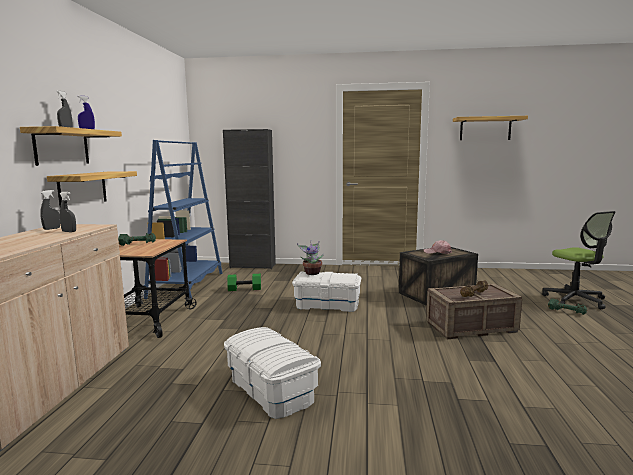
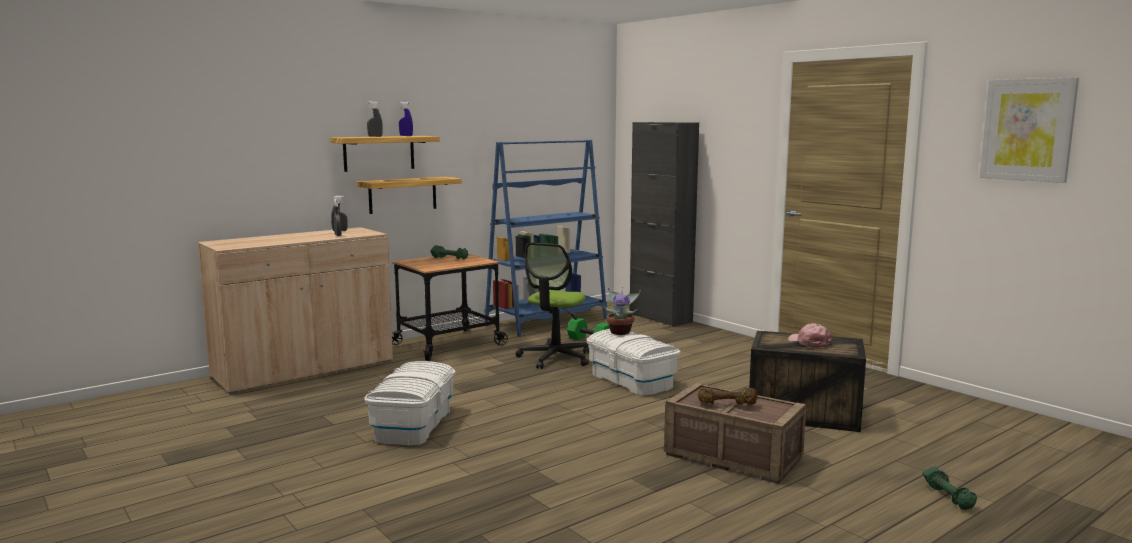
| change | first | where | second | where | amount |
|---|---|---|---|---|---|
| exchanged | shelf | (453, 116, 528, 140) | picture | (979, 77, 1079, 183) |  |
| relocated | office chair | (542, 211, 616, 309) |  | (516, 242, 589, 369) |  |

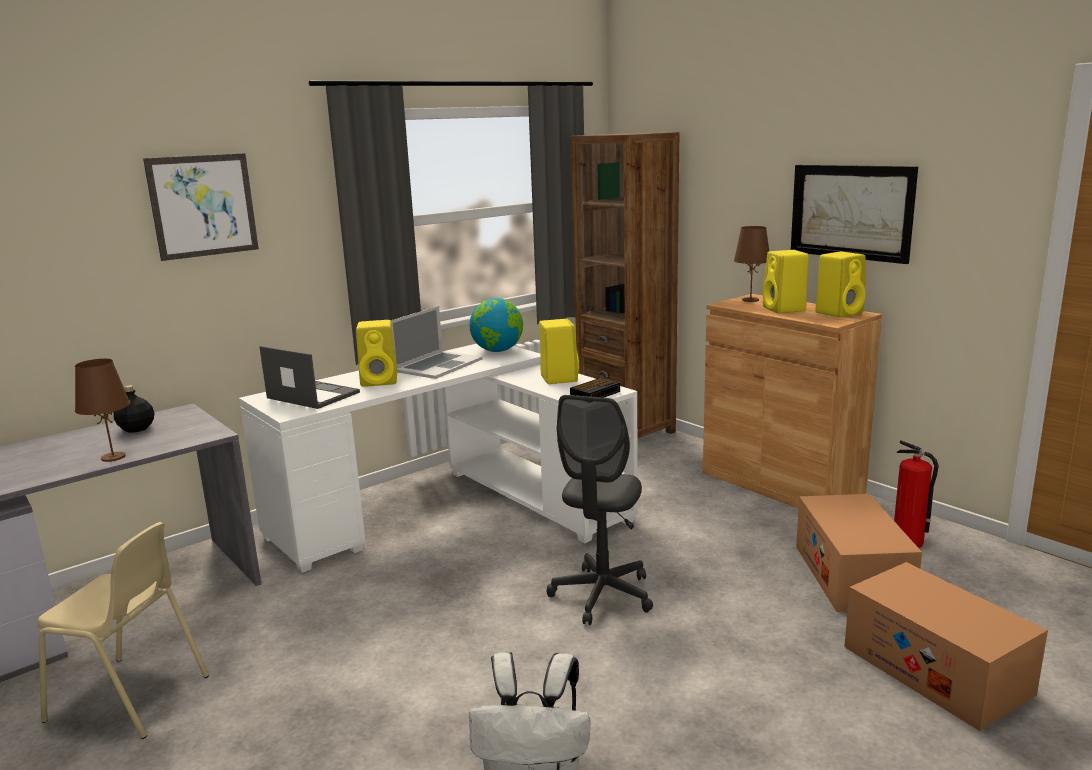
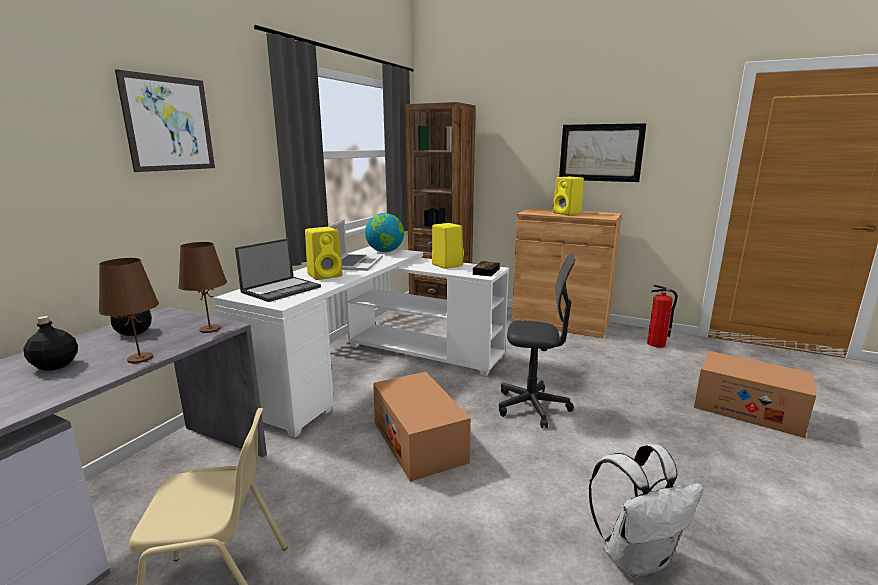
| change | first | where | second | where | amount |
|---|---|---|---|---|---|
| spun | laptop | (259, 346, 360, 409) |  | (235, 238, 321, 302) | 120 degrees clockwise |
| spun | office chair in grey | (547, 395, 653, 625) |  | (499, 253, 575, 428) | 75 degrees counterclockwise |
| relocated | table lamp in brown | (734, 226, 769, 302) |  | (178, 242, 227, 333) |  |
| relocated | cardboard box | (796, 494, 922, 612) |  | (373, 372, 471, 482) |  |
| missing | speaker in yellow | (815, 252, 866, 318) |  |  |  |
| appeared |  |  | bottle in black | (23, 316, 78, 371) |  |

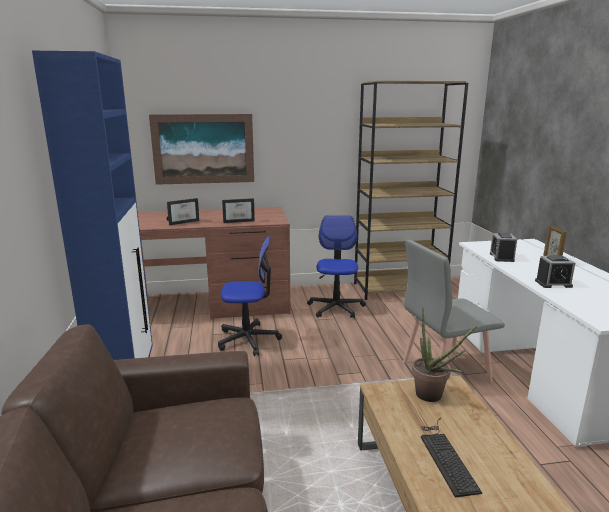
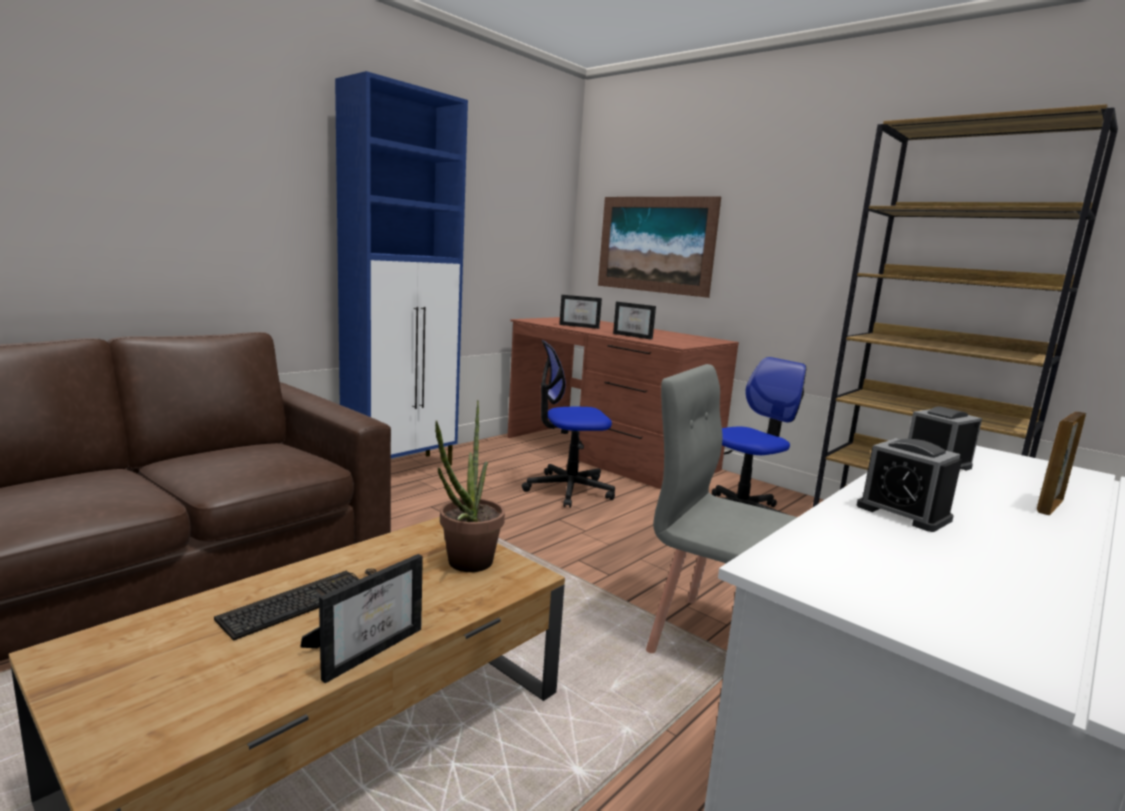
| change | first | where | second | where | amount |
|---|---|---|---|---|---|
| spun | office chair | (218, 236, 282, 356) |  | (522, 340, 615, 508) | 120 degrees clockwise |
| appeared |  |  | picture frame | (301, 554, 423, 683) |  |

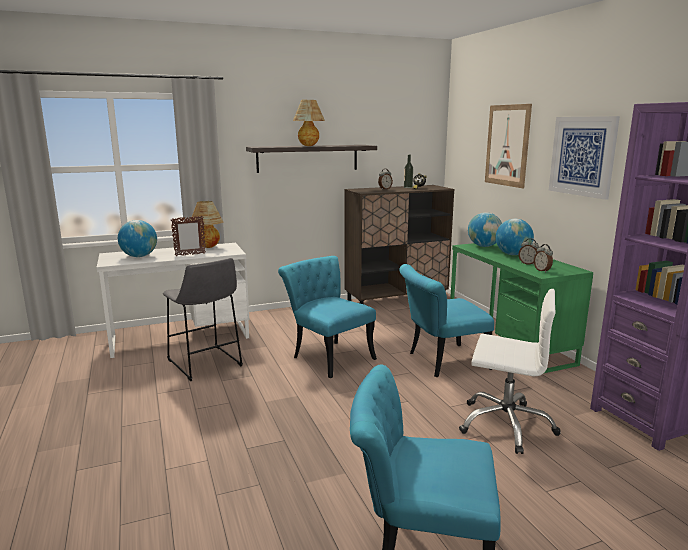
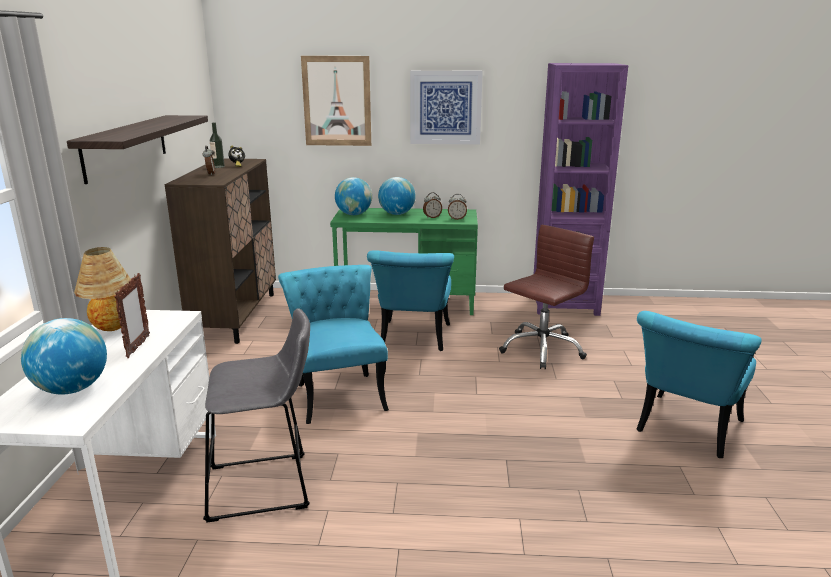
| change | first | where | second | where | amount |
|---|---|---|---|---|---|
| spun | chair in turquoise | (278, 256, 377, 378) |  | (278, 265, 389, 424) | 90 degrees clockwise |
| missing | table lamp | (293, 100, 325, 146) |  |  |  |
| colour | office chair in white | (459, 289, 561, 454) | office chair in brown | (499, 225, 594, 369) |  |

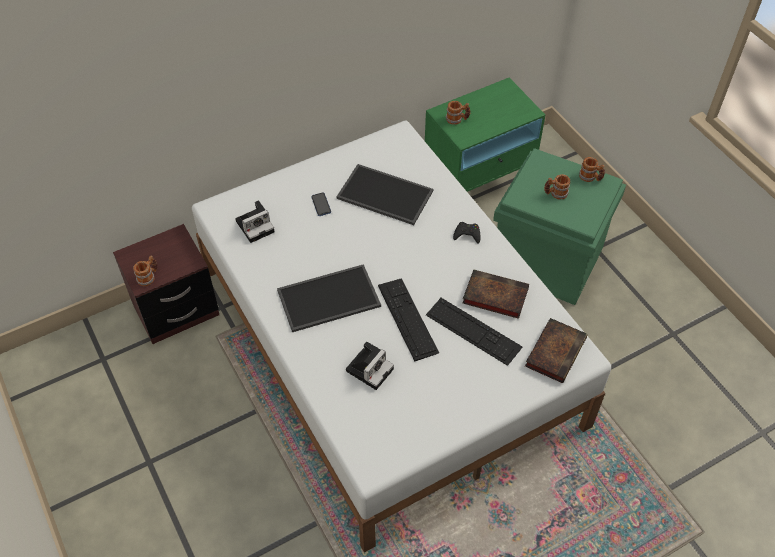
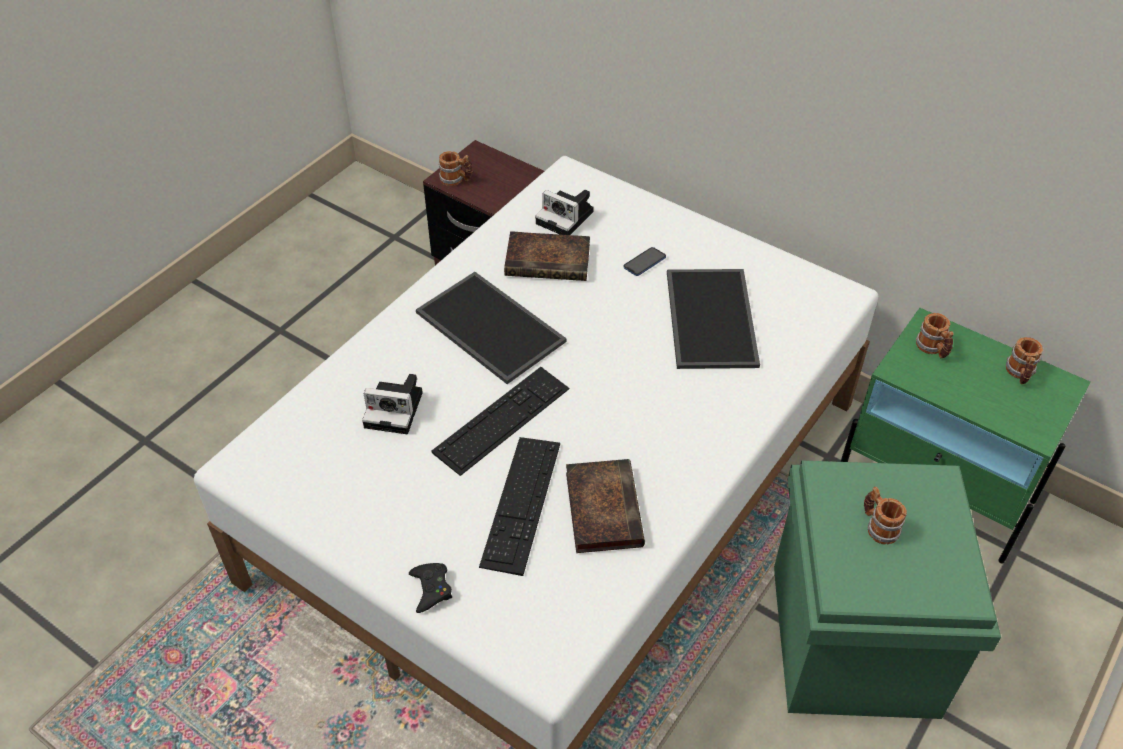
| change | first | where | second | where | amount |
|---|---|---|---|---|---|
| relocated | game controller in black | (453, 222, 480, 244) |  | (409, 563, 452, 613) |  |
| relocated | book | (525, 318, 587, 383) |  | (504, 231, 590, 281) |  |
| relocated | mug | (579, 157, 605, 182) |  | (1006, 337, 1043, 384) |  |

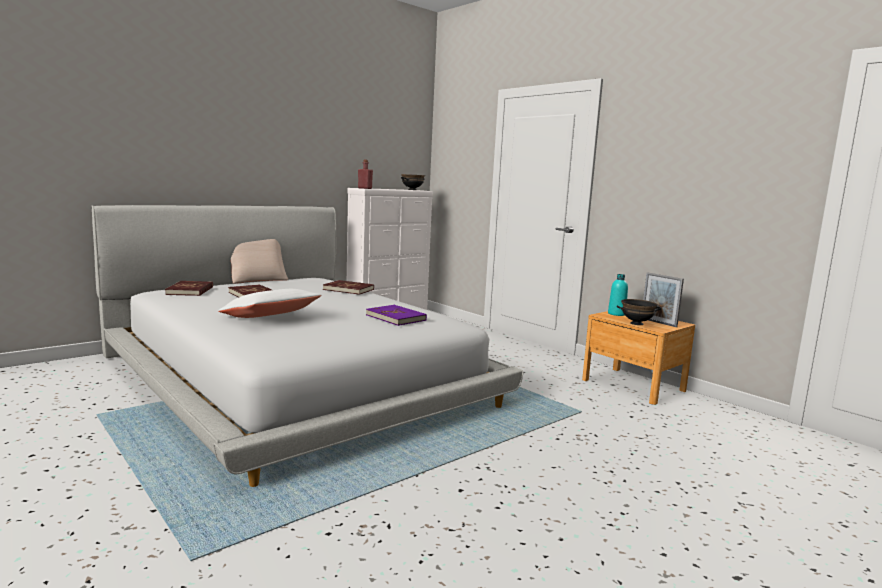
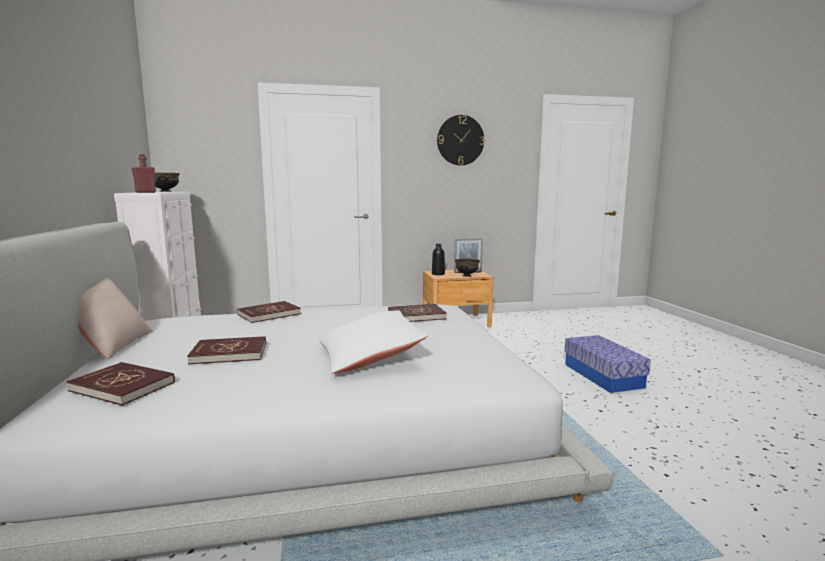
| change | first | where | second | where | amount |
|---|---|---|---|---|---|
| colour | book in purple | (366, 305, 427, 326) | book in red | (388, 304, 447, 322) |  |
| colour | bottle in turquoise | (608, 274, 628, 316) | bottle in black | (432, 244, 445, 275) |  |
| appeared |  |  | wall clock | (437, 115, 484, 165) |  |
| appeared |  |  | storage box | (564, 335, 651, 393) |  |

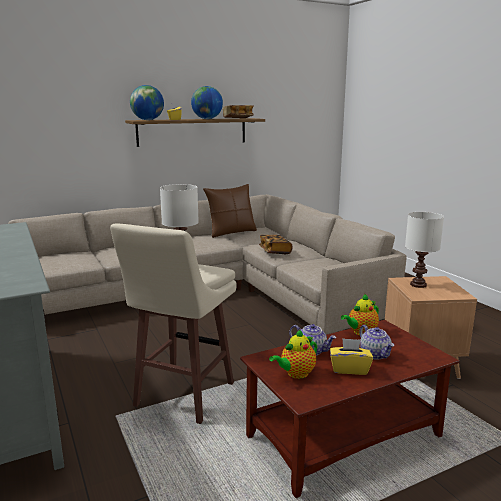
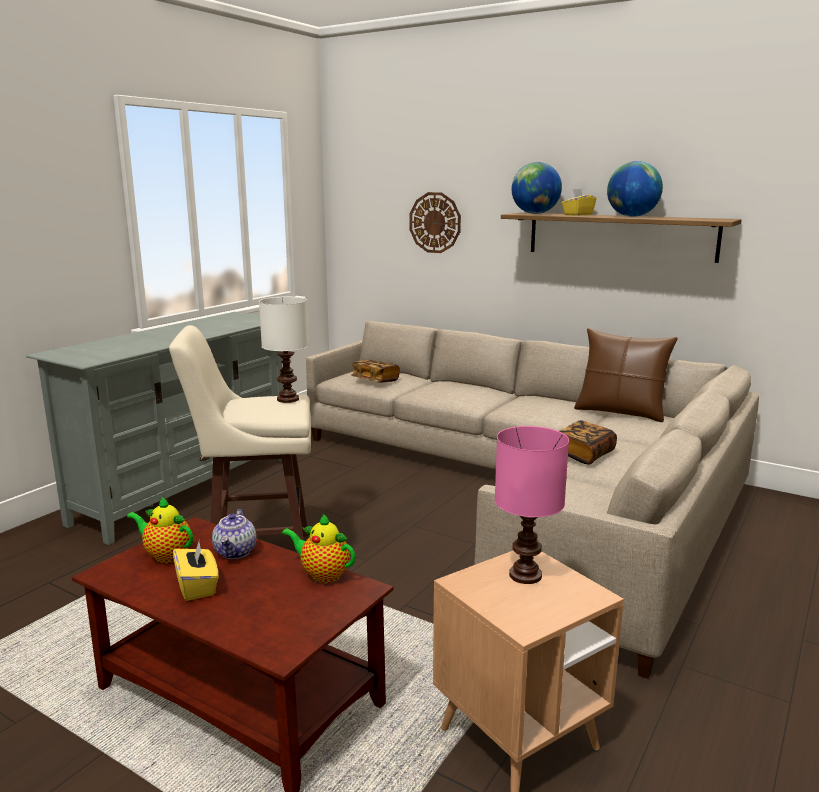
| change | first | where | second | where | amount |
|---|---|---|---|---|---|
| relocated | book | (223, 105, 254, 118) |  | (351, 360, 400, 383) |  |
| missing | teapot | (359, 325, 394, 360) |  |  |  |
| colour | table lamp in white | (405, 212, 444, 288) | table lamp in pink | (495, 426, 569, 584) |  |
| appeared |  |  | wall clock | (409, 192, 461, 253) |  |

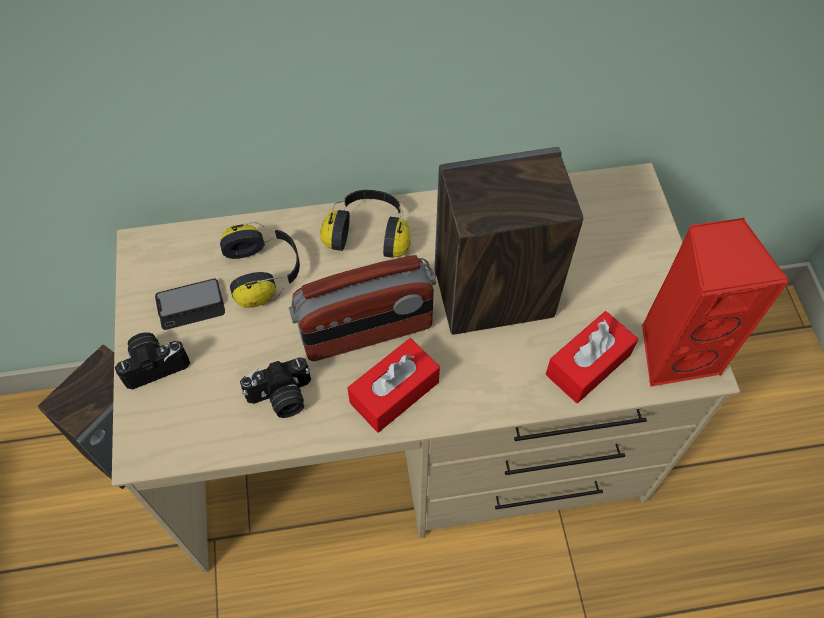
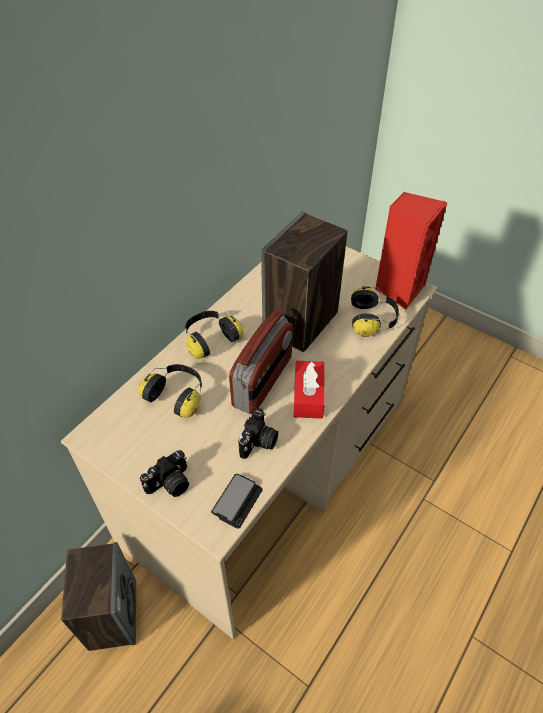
| change | first | where | second | where | amount |
|---|---|---|---|---|---|
| spun | photo camera | (115, 332, 190, 389) |  | (140, 450, 189, 497) | 150 degrees counterclockwise |
| relocated | phone | (155, 278, 225, 330) |  | (211, 474, 263, 528) |  |
| exchanged | tissue box in red | (546, 311, 638, 403) | headphones | (351, 286, 399, 337) |  |

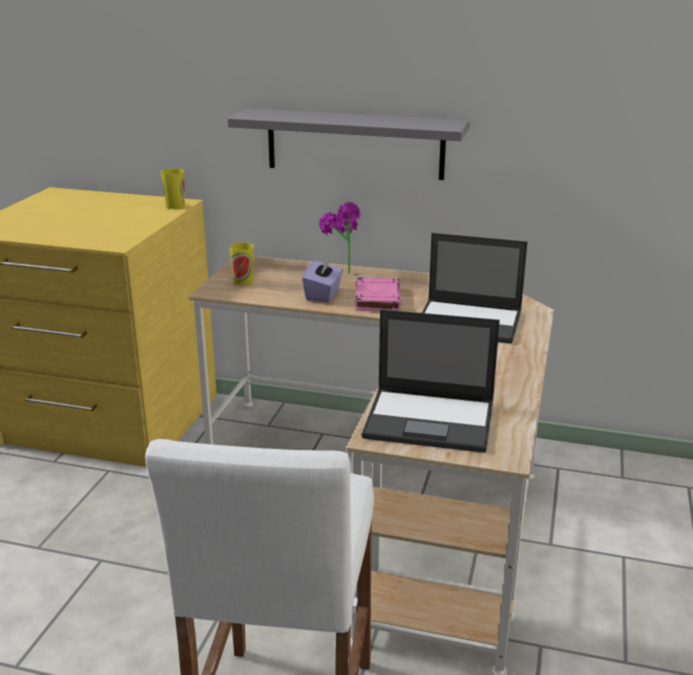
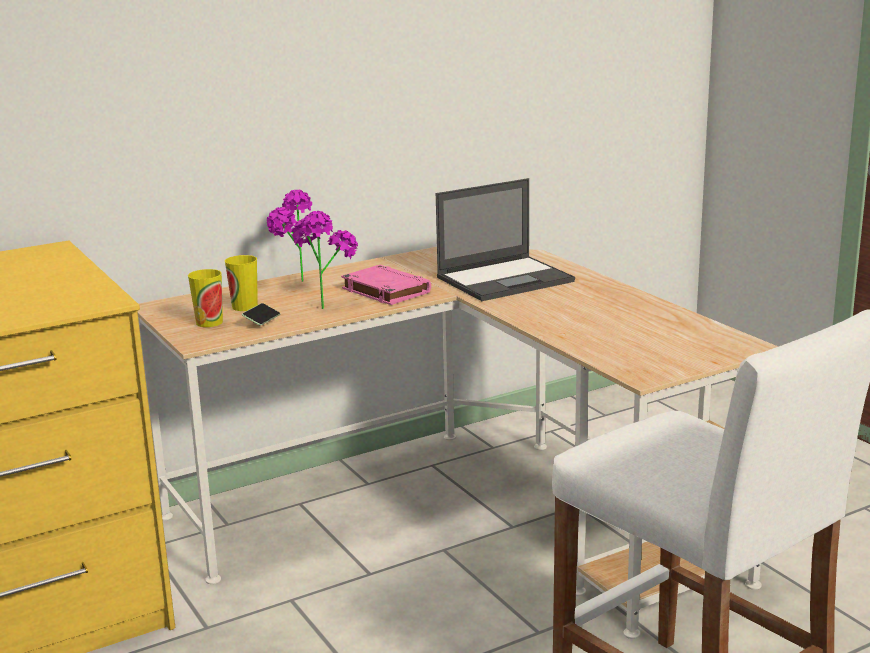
| change | first | where | second | where | amount |
|---|---|---|---|---|---|
| relocated | cup | (161, 168, 185, 209) |  | (225, 255, 258, 311) |  |
| missing | shelf in grey | (228, 108, 470, 180) |  |  |  |
| exchanged | tissue box in purple | (302, 257, 343, 302) | potted plant | (291, 211, 358, 309) |  |
| missing | laptop | (362, 309, 500, 453) |  |  |  |
| appeared |  |  | phone | (242, 303, 280, 326) |  |

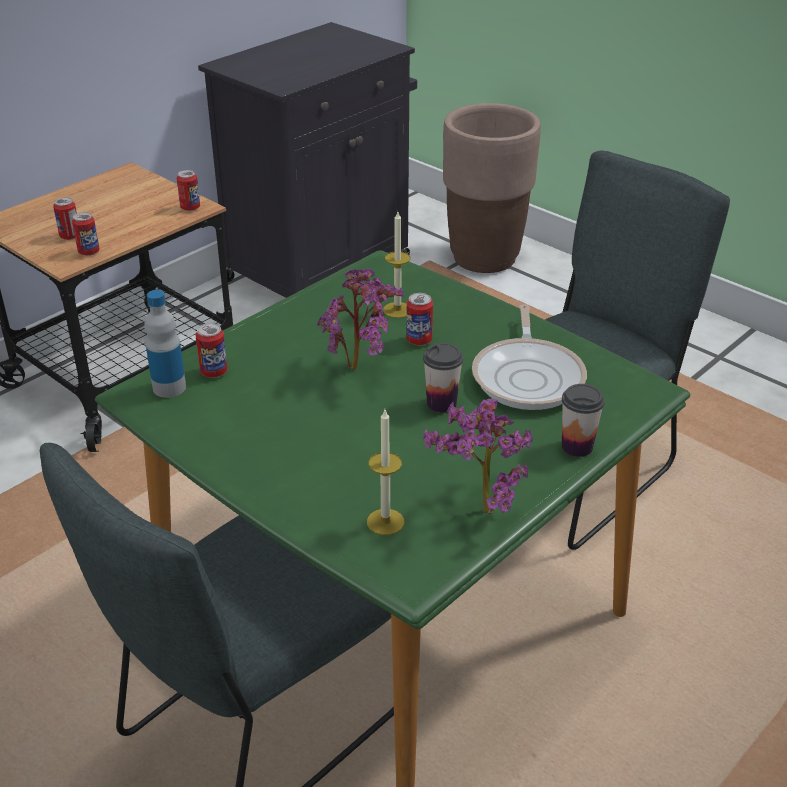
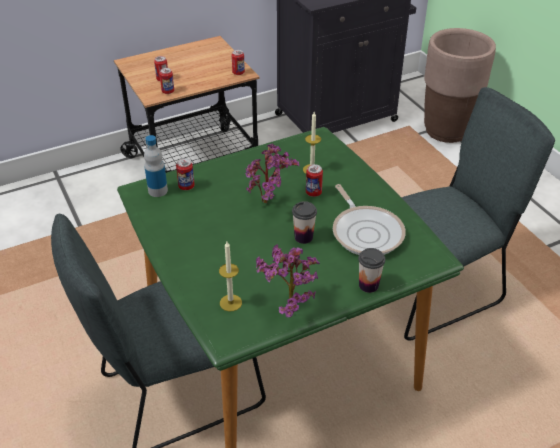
| change | first | where | second | where | amount |
|---|---|---|---|---|---|
| spun | frying pan | (472, 304, 587, 410) |  | (333, 184, 406, 255) | 45 degrees counterclockwise |

